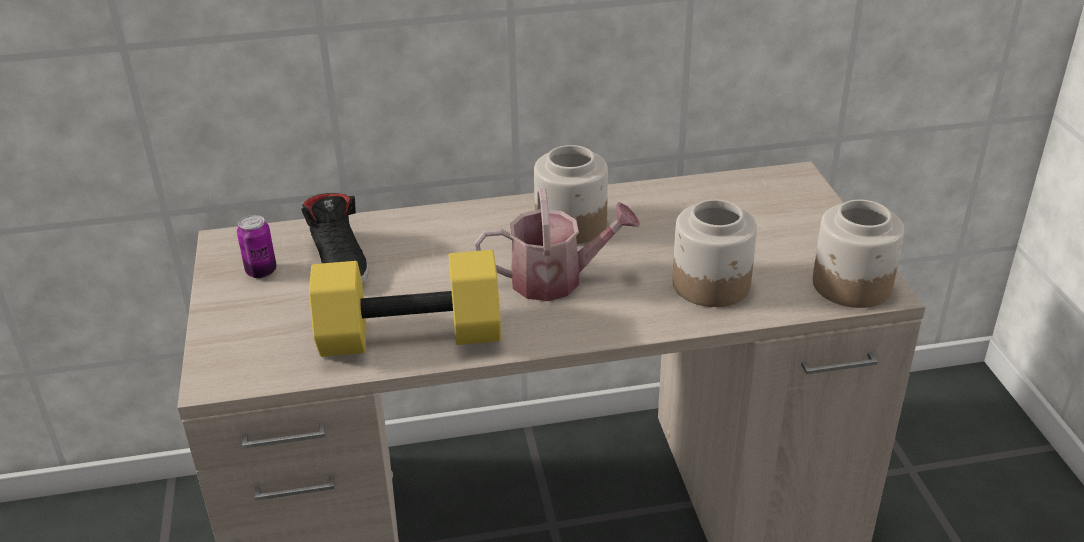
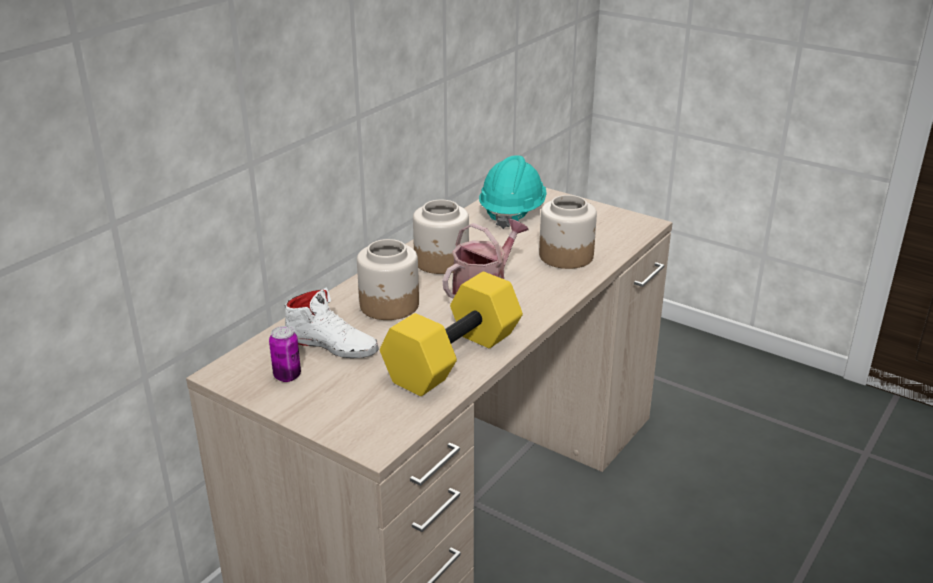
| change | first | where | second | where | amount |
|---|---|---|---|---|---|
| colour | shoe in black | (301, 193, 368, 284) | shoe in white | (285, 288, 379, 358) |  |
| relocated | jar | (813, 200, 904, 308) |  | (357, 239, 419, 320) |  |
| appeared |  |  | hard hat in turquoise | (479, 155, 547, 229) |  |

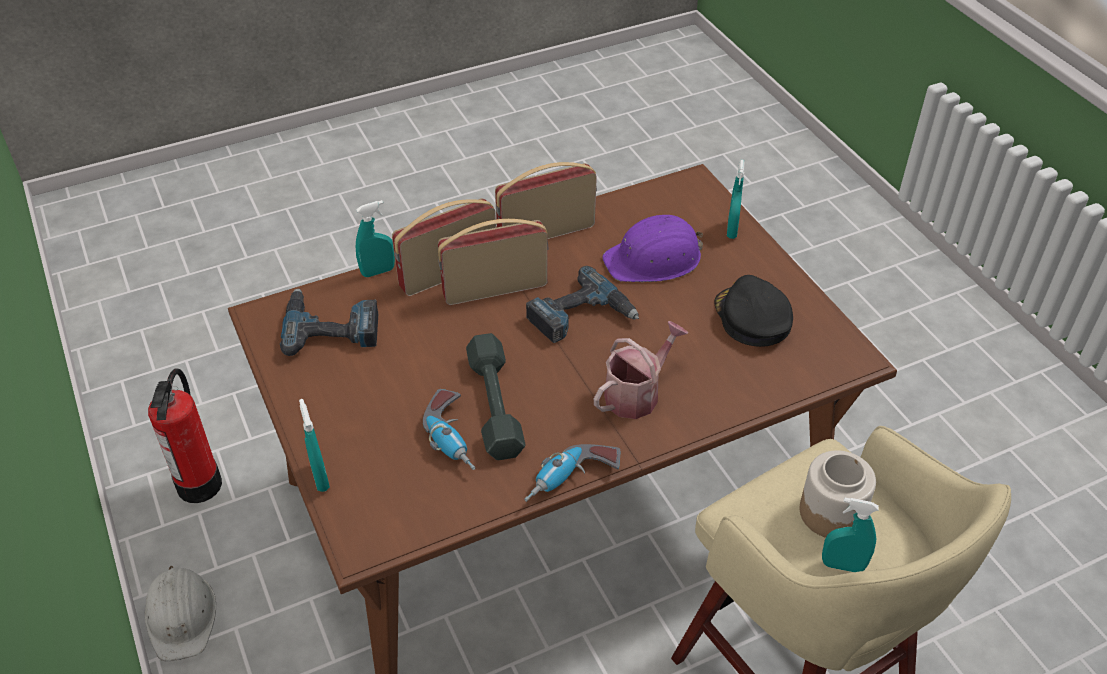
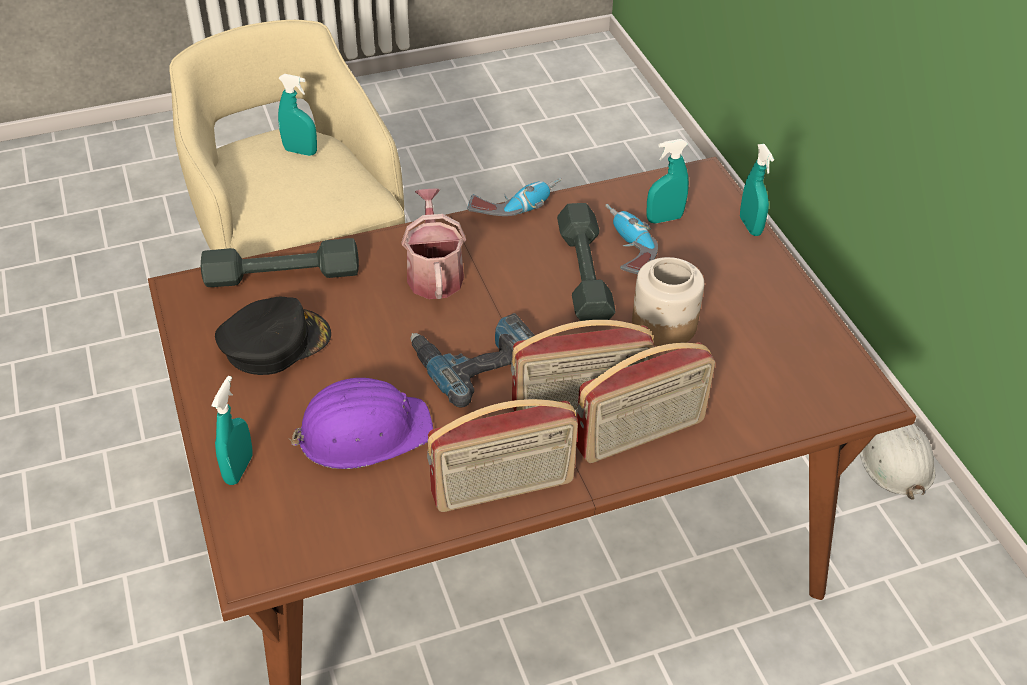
| change | first | where | second | where | amount |
|---|---|---|---|---|---|
| missing | fire extinguisher | (148, 368, 222, 503) |  |  |  |
| missing | power drill | (280, 288, 378, 356) |  |  |  |
| relocated | spray bottle in turquoise | (356, 200, 395, 277) |  | (646, 139, 689, 224) |  |
| spun | watering can | (594, 321, 688, 419) |  | (401, 188, 466, 299) | 120 degrees clockwise |
| spun | cap in black | (714, 275, 793, 347) |  | (215, 297, 331, 375) | 105 degrees counterclockwise |
| relocated | jar | (800, 450, 876, 538) |  | (632, 257, 704, 346) |  |
| appeared |  |  | dumbbell in grey | (201, 238, 359, 287) |  |

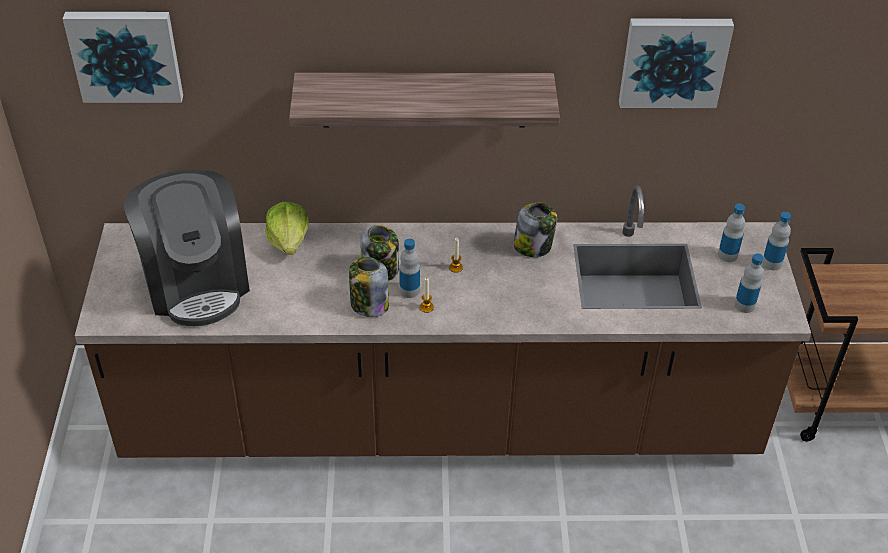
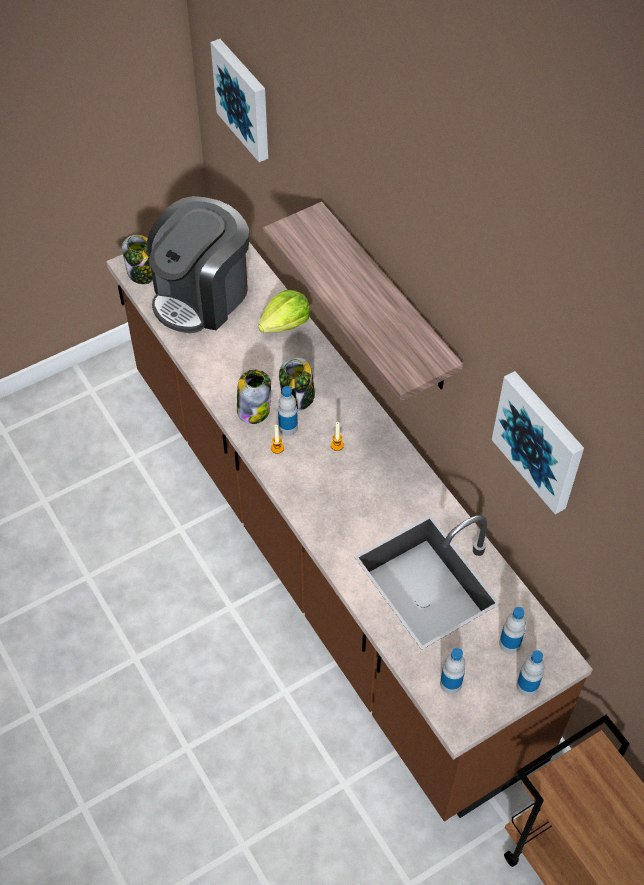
| change | first | where | second | where | amount |
|---|---|---|---|---|---|
| relocated | jar | (513, 203, 557, 257) |  | (122, 235, 153, 284) |  |

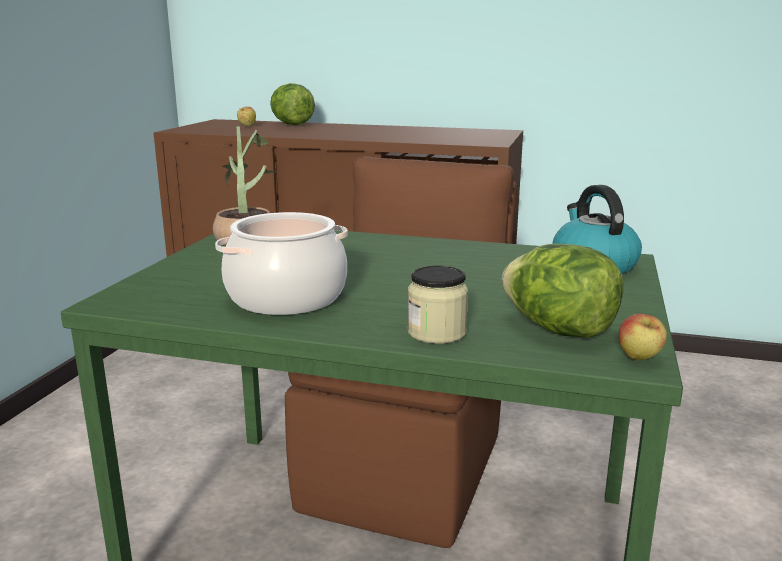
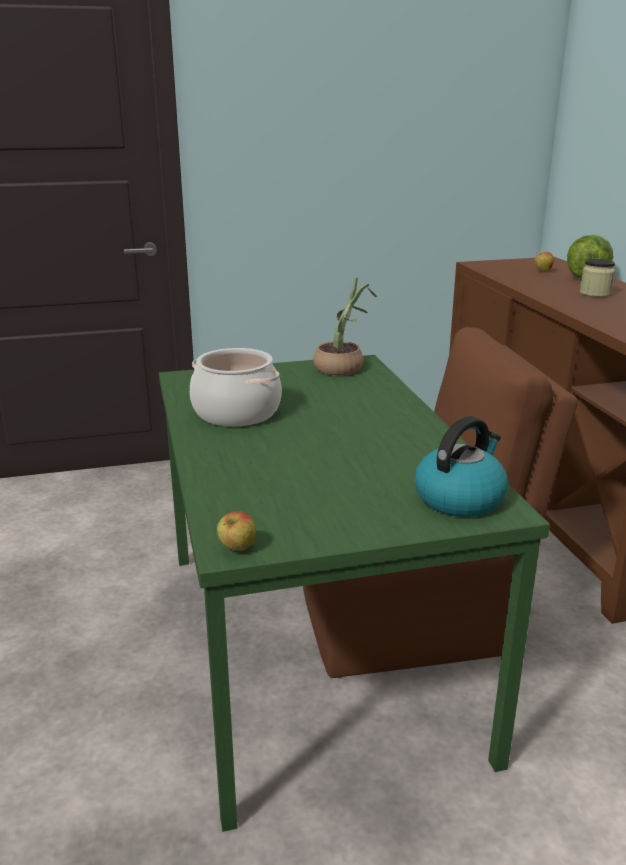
| change | first | where | second | where | amount |
|---|---|---|---|---|---|
| relocated | jar | (408, 266, 468, 344) |  | (580, 259, 615, 297) |  |
| missing | lettuce | (502, 244, 623, 338) |  |  |  |

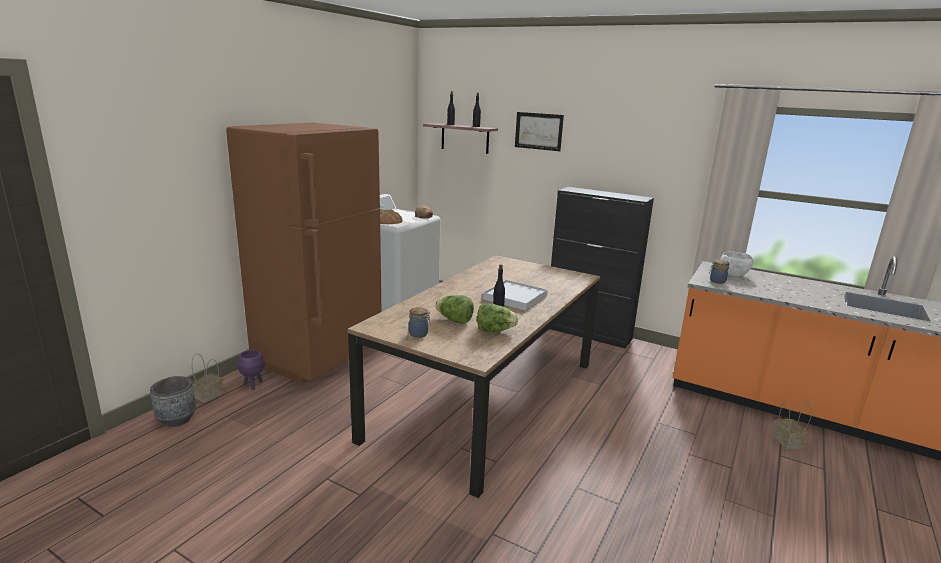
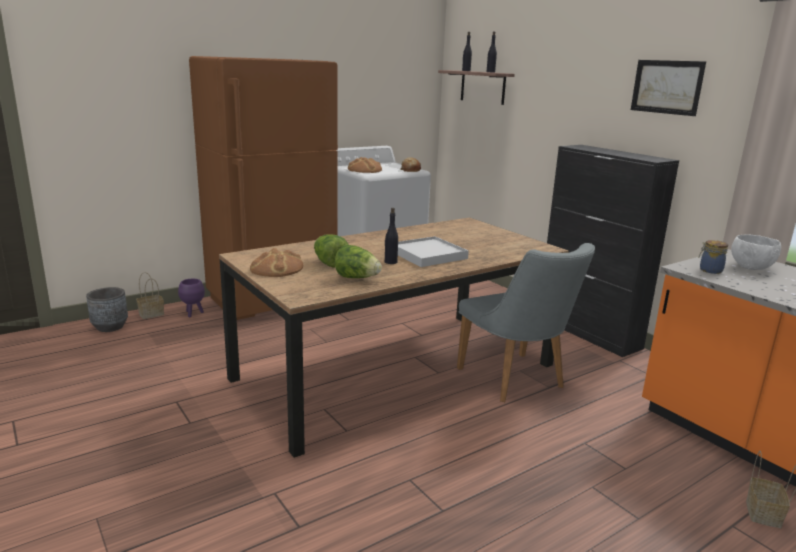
| change | first | where | second | where | amount |
|---|---|---|---|---|---|
| exchanged | jar | (409, 307, 430, 338) | bread | (250, 248, 303, 277) |  |
| relocated | picture | (515, 112, 564, 151) |  | (631, 60, 706, 116) |  |
| appeared |  |  | chair in grey | (457, 243, 595, 402) |  |

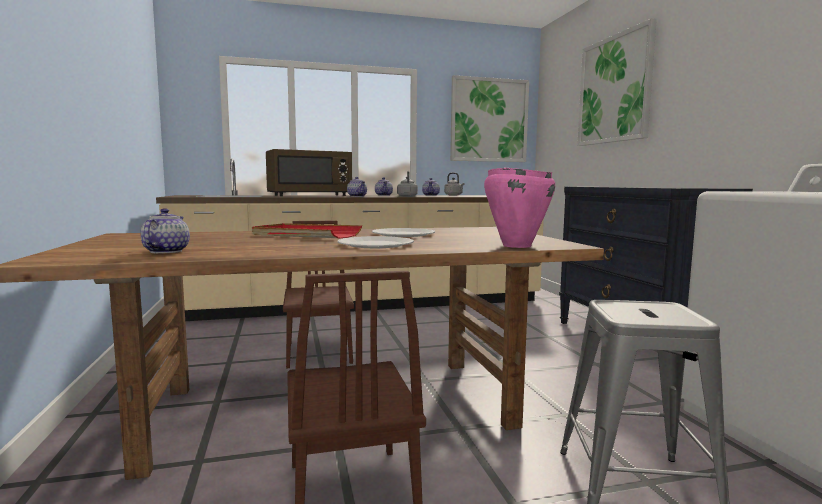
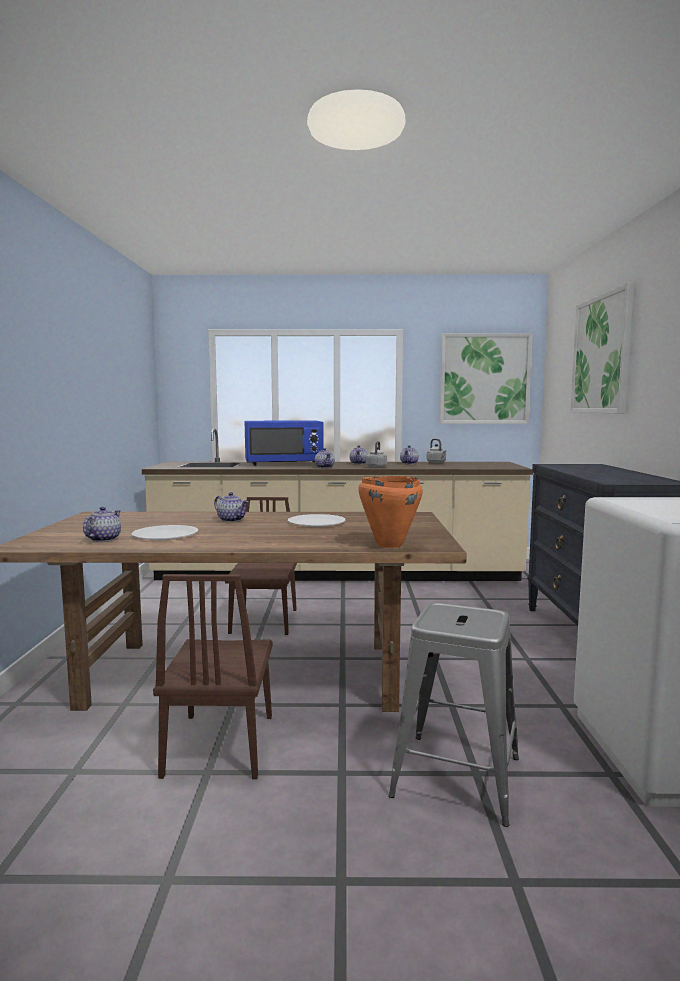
| change | first | where | second | where | amount |
|---|---|---|---|---|---|
| exchanged | tray in red | (252, 223, 362, 238) | teapot | (214, 492, 249, 522) |  |
| colour | microwave in brown | (266, 149, 352, 196) | microwave in blue | (245, 420, 324, 466) |  |
| relocated | plate in white | (337, 236, 414, 248) |  | (131, 525, 198, 540) |  |
| colour | cooking pot in pink | (484, 168, 555, 248) | cooking pot in orange | (358, 476, 423, 548) |  |

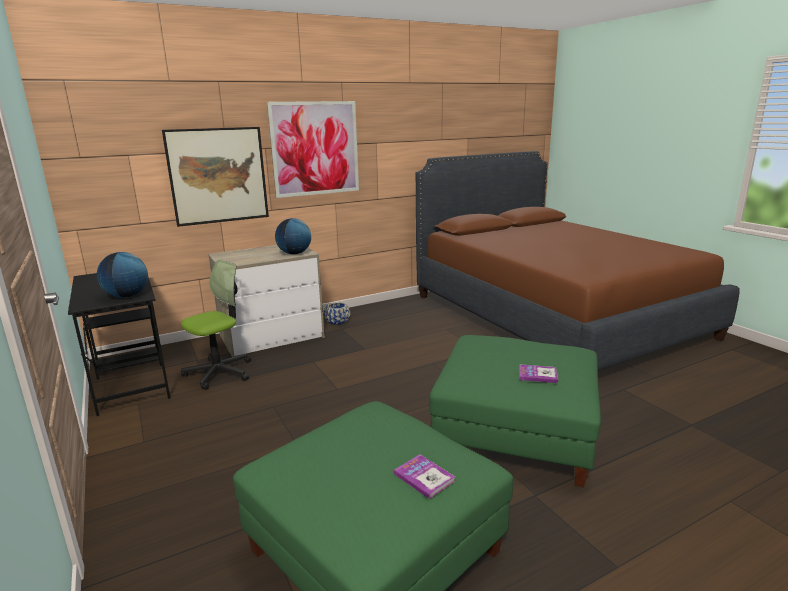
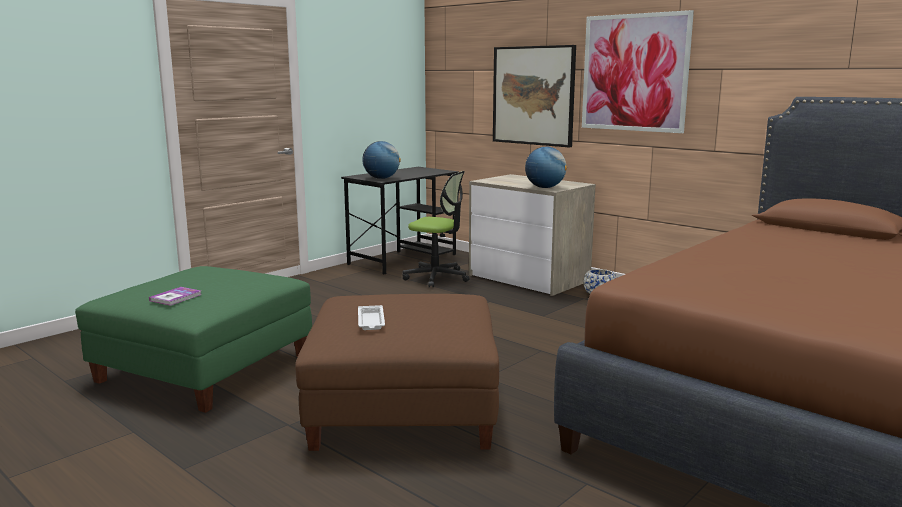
| change | first | where | second | where | amount |
|---|---|---|---|---|---|
| colour | ottoman in green | (429, 335, 601, 487) | ottoman in brown | (295, 294, 499, 451) |  |
| exchanged | book | (519, 364, 558, 383) | tray in white | (358, 305, 385, 330) |  |

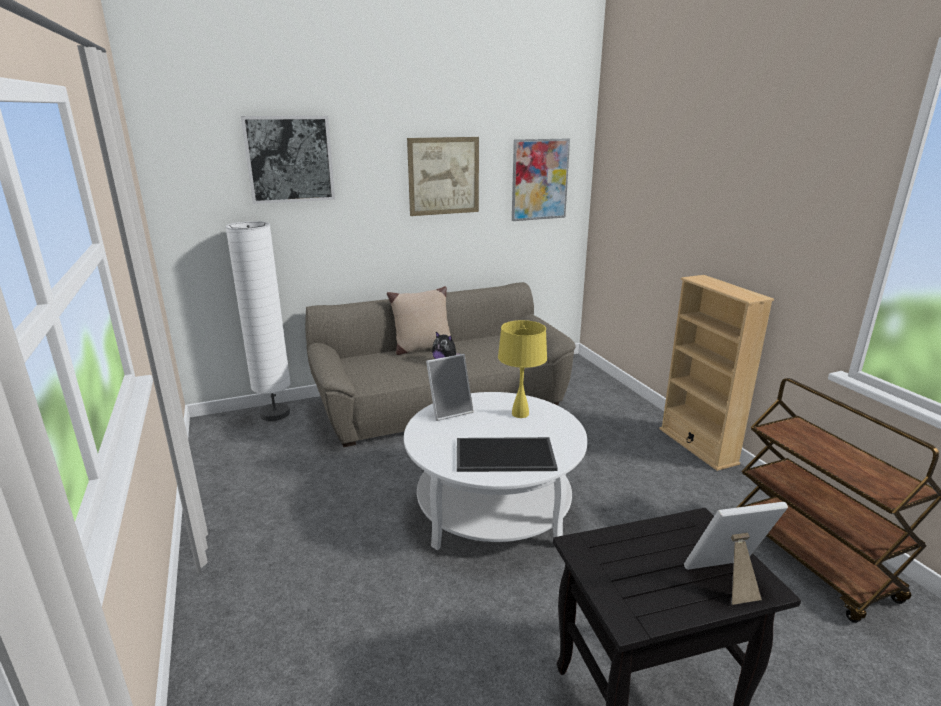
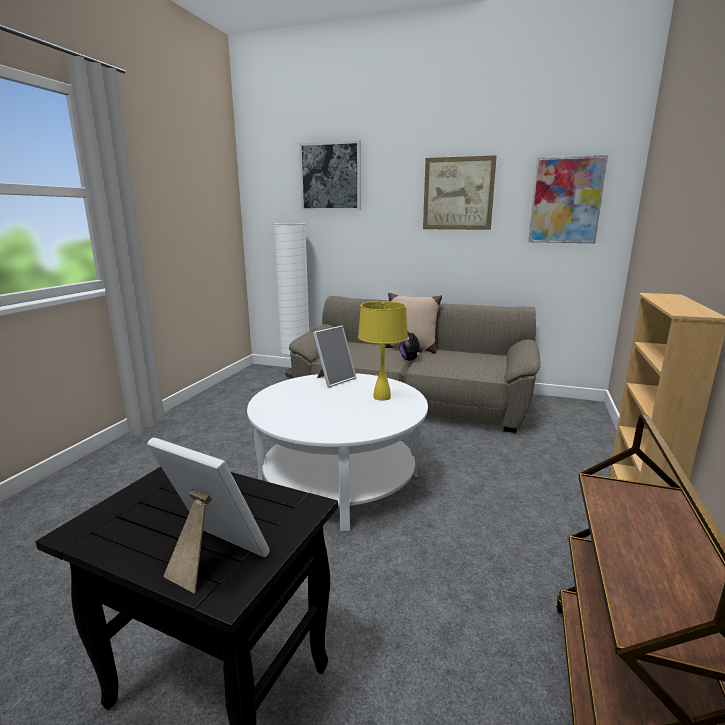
| change | first | where | second | where | amount |
|---|---|---|---|---|---|
| spun | picture frame | (426, 354, 474, 421) |  | (313, 326, 357, 388) | 60 degrees counterclockwise |
| missing | tray | (457, 437, 558, 472) |  |  |  |

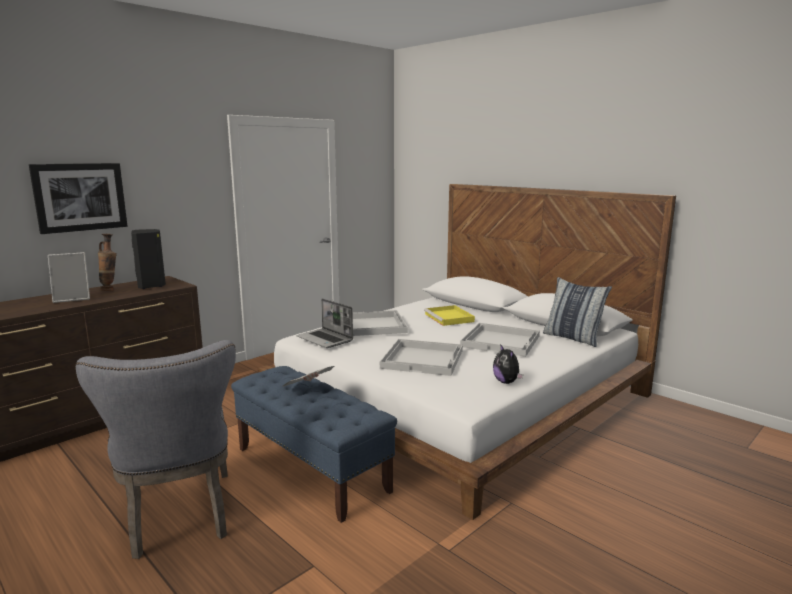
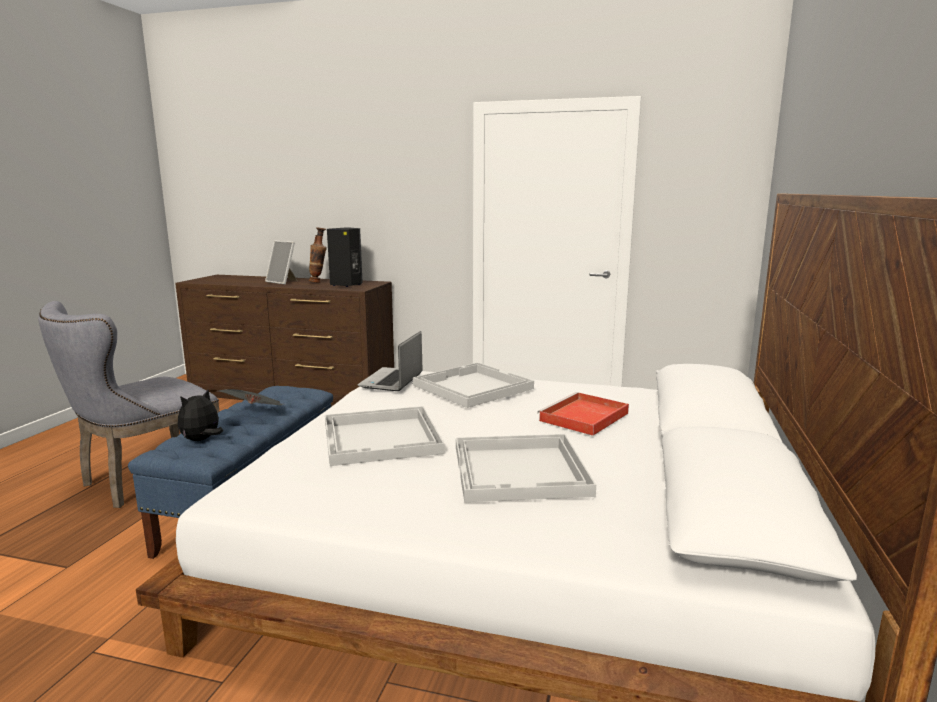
| change | first | where | second | where | amount |
|---|---|---|---|---|---|
| missing | picture | (29, 163, 128, 234) |  |  |  |
| colour | tray in yellow | (424, 305, 475, 326) | tray in red | (537, 392, 629, 436) |  |
| relocated | plush toy | (493, 344, 523, 384) |  | (178, 390, 223, 441) |  |
| missing | pillow | (543, 277, 612, 347) |  |  |  |

